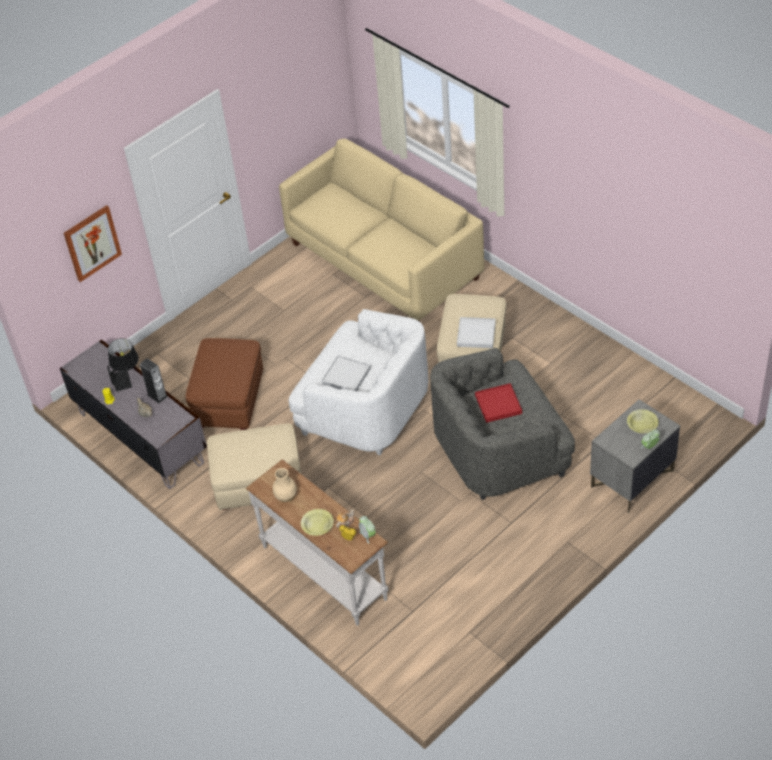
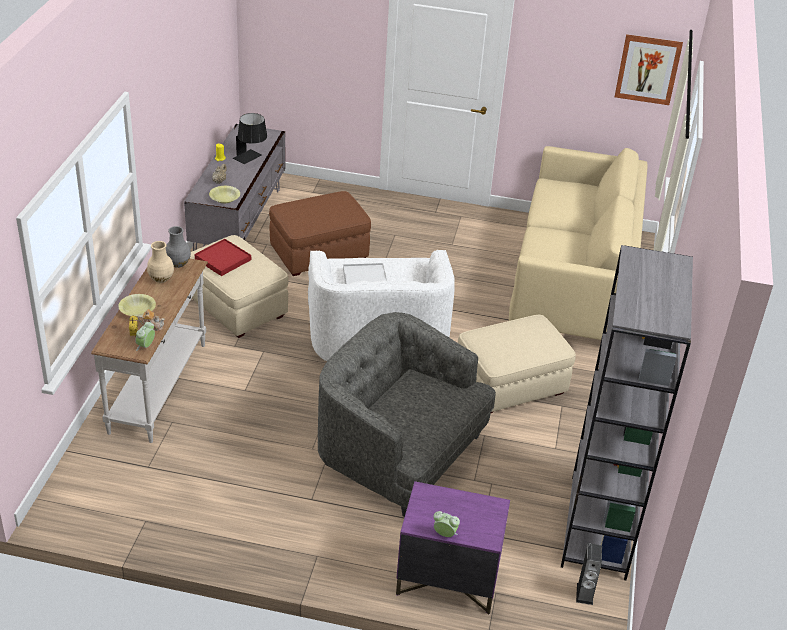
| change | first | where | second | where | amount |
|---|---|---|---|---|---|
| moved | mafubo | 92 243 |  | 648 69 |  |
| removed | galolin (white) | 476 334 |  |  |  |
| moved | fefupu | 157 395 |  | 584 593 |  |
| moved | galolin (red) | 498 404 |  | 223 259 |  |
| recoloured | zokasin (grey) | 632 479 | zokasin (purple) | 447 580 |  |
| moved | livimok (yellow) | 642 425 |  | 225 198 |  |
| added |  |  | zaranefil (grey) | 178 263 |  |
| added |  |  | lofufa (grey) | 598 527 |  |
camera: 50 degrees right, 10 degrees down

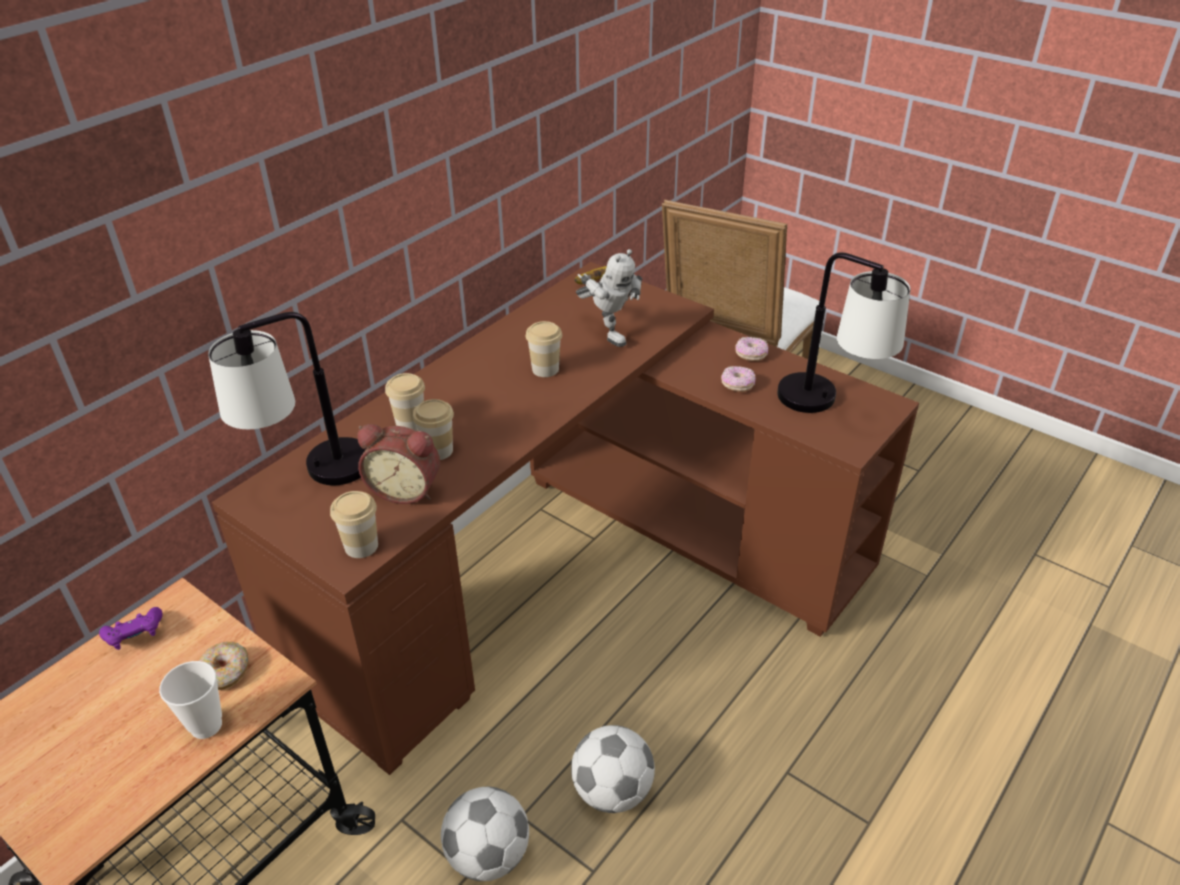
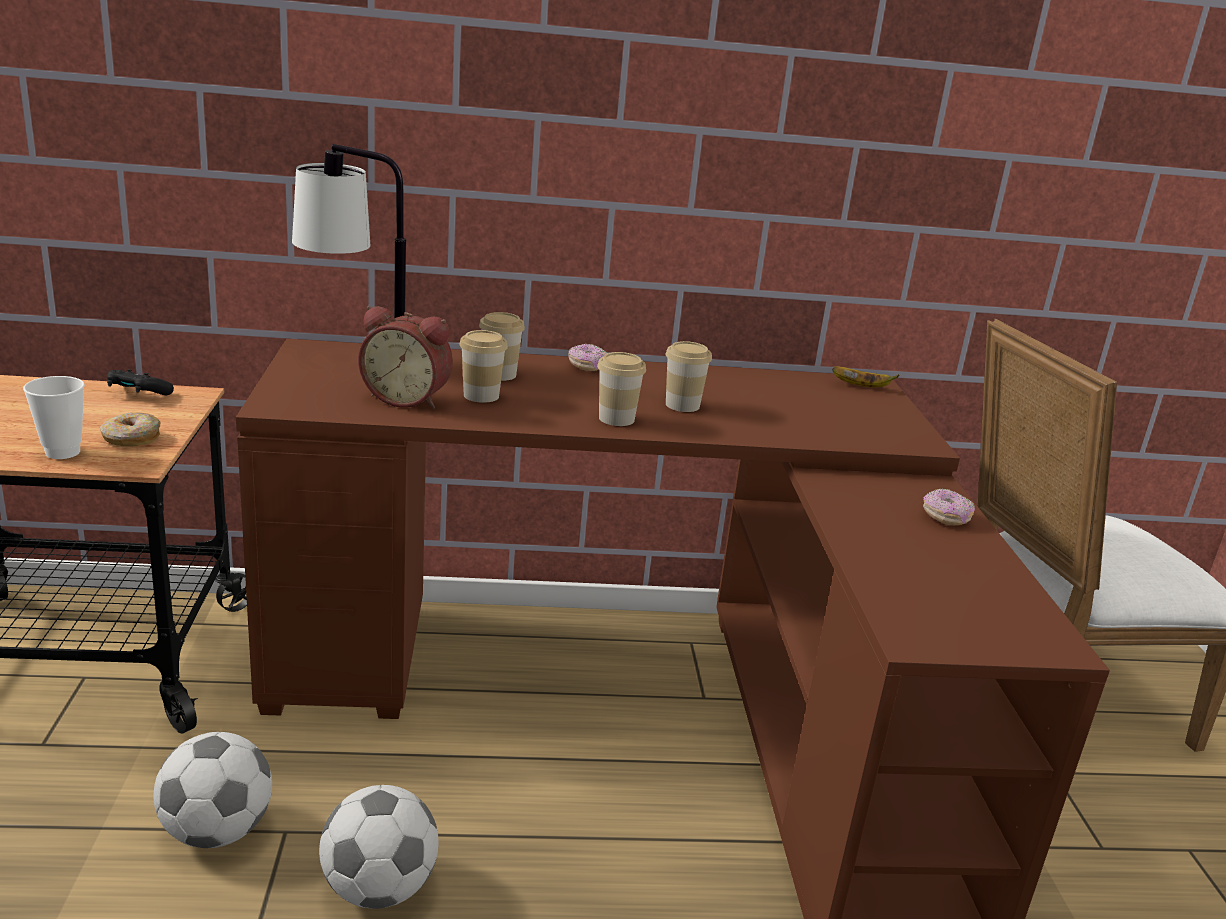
| change | first | where | second | where | amount |
|---|---|---|---|---|---|
| removed | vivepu | 608 333 |  |  |  |
| removed | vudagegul | 830 407 |  |  |  |
| moved | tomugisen | 737 385 |  | 588 367 |  |
| turned | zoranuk | 406 489 |  | 407 399 | 45 degrees counterclockwise |
| moved | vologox | 361 546 |  | 616 419 |  |
| recoloured | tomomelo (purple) | 136 636 | tomomelo (black) | 138 394 |  |
camera: 45 degrees right, 15 degrees down

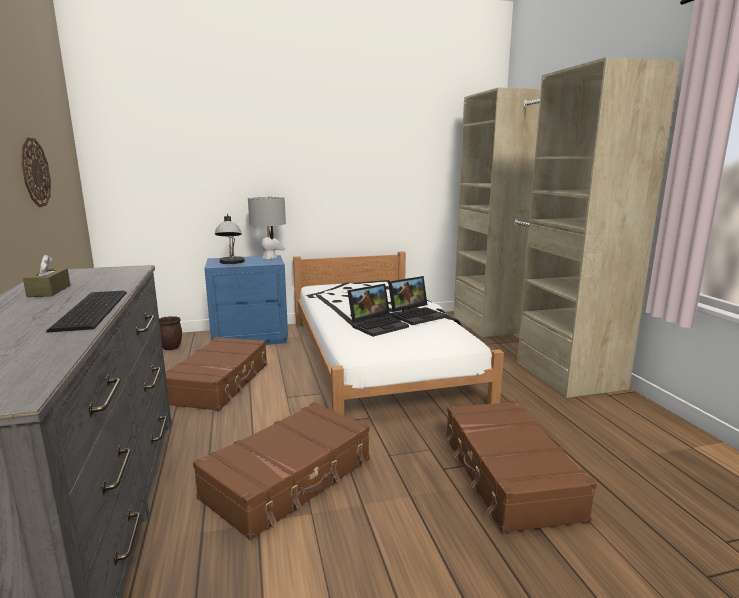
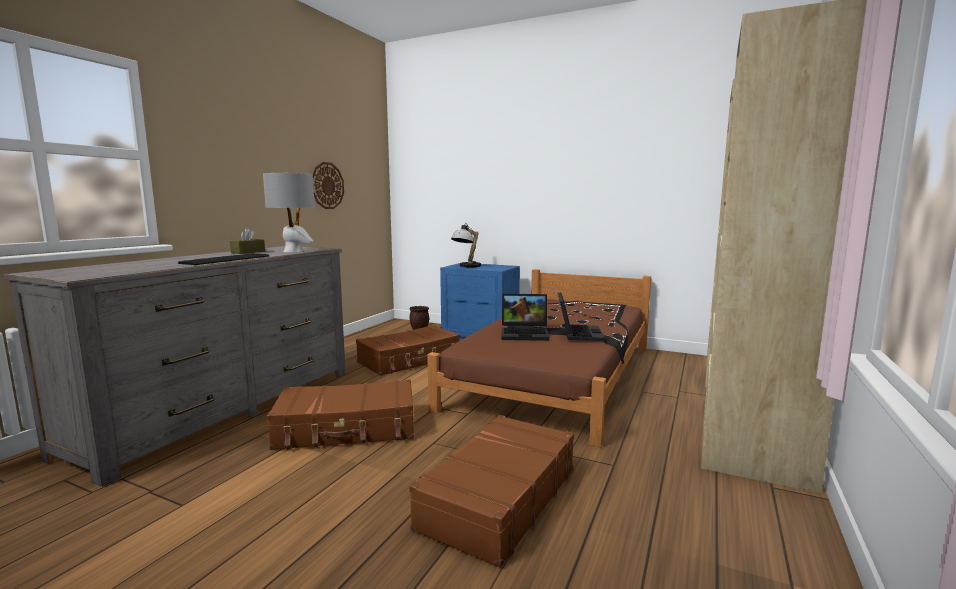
| change | first | where | second | where | amount |
|---|---|---|---|---|---|
| moved | vudagegul (grey) | 269 257 |  | 293 251 |  |
| recoloured | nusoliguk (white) | 377 357 | nusoliguk (brown) | 556 375 |  |
| turned | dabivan | 416 315 |  | 577 333 | 90 degrees counterclockwise |
camera: 40 degrees right, 5 degrees down

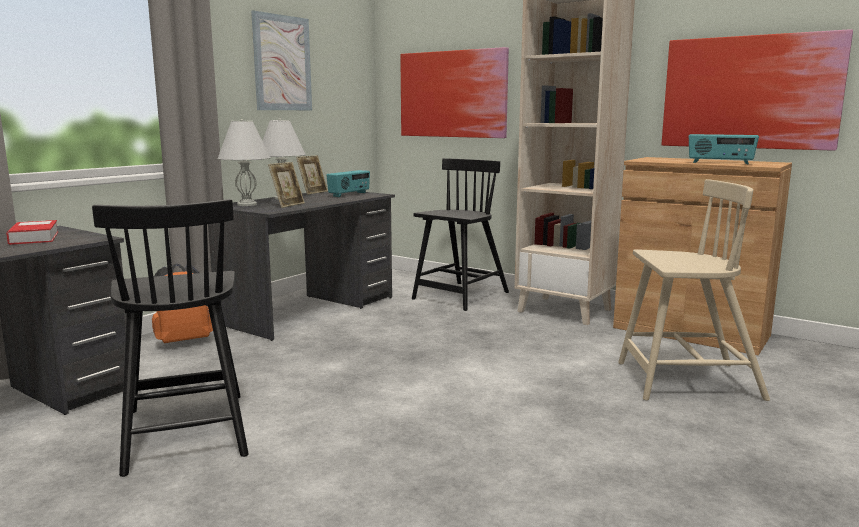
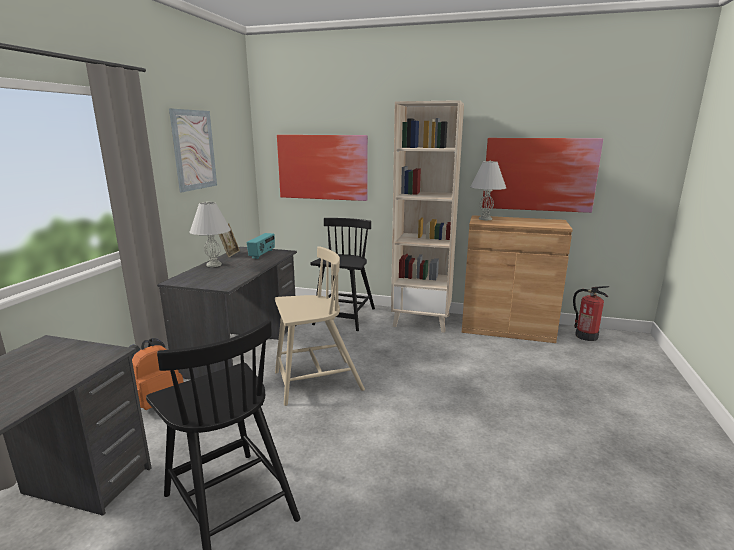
| change | first | where | second | where | amount |
|---|---|---|---|---|---|
| moved | vudagegul (white) | 246 204 |  | 485 219 |  |
| removed | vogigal | 720 163 |  |  |  |
| removed | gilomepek | 288 205 |  |  |  |
| moved | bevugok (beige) | 685 381 |  | 316 382 |  |
| removed | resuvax | 34 238 |  |  |  |
| added |  |  | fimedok | 586 336 |  |
camera: 20 degrees left, 5 degrees up

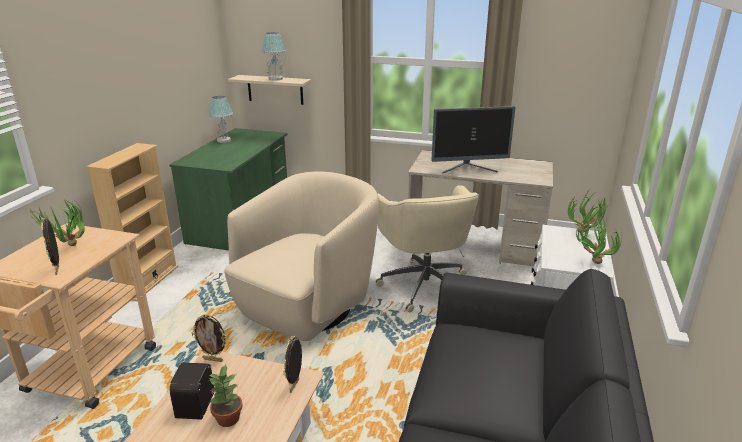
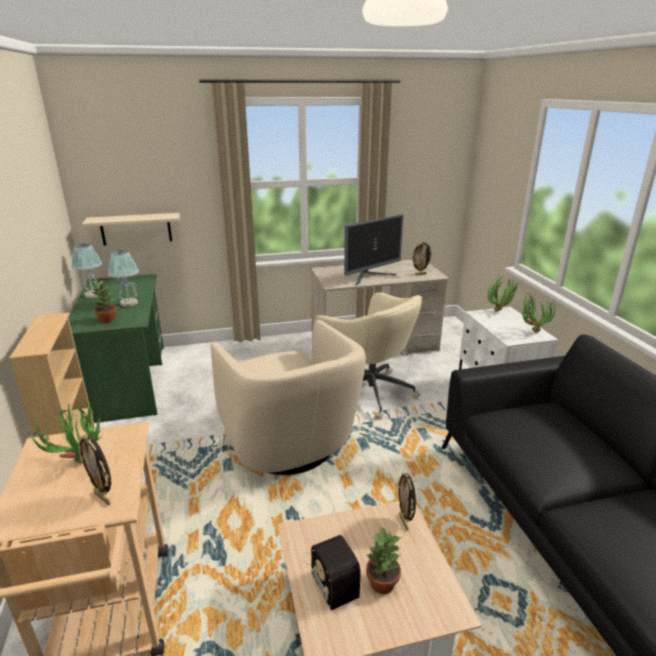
| change | first | where | second | where | amount |
|---|---|---|---|---|---|
| moved | vudagegul | 276 79 |  | 129 303 |  |
| turned | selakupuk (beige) | 308 306 |  | 288 445 | 150 degrees clockwise |
| moved | gilomepek | 213 359 |  | 420 274 |  |
| added |  |  | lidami | 107 319 |  |
camera: 30 degrees left, 0 degrees up

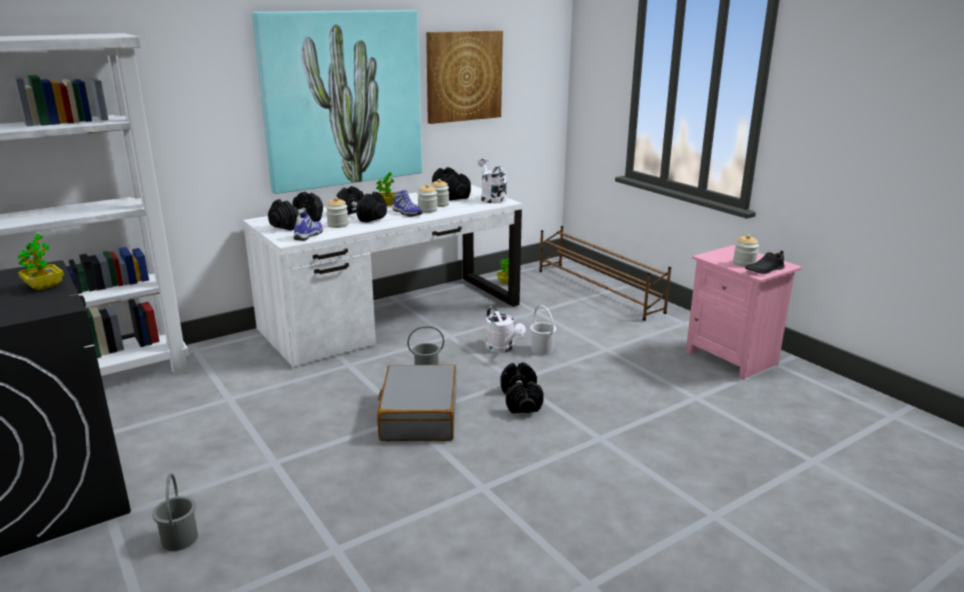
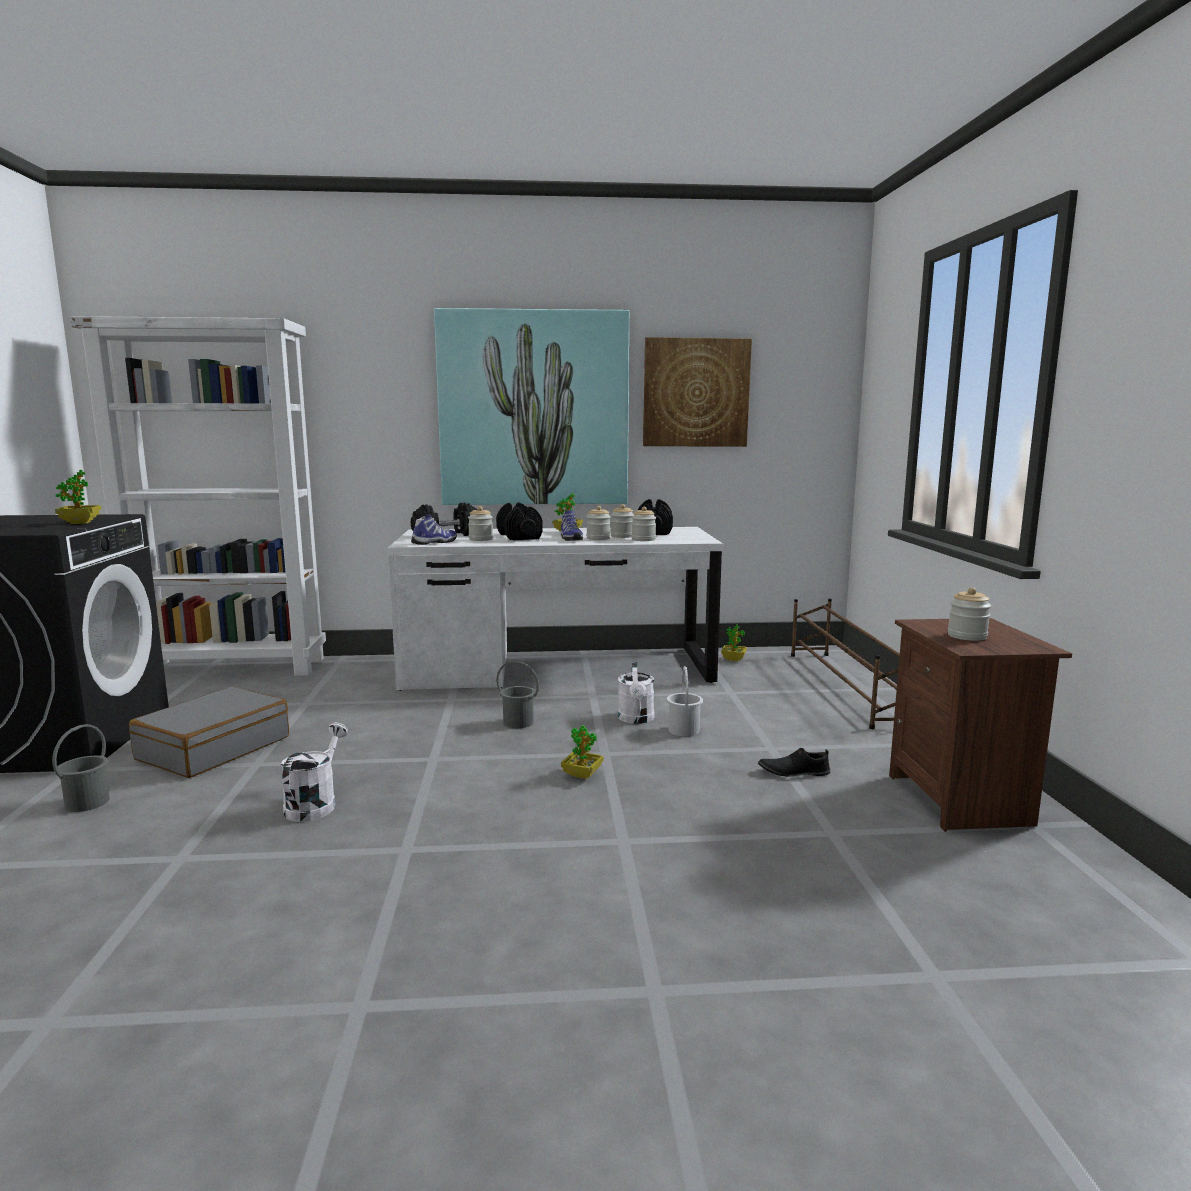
| change | first | where | second | where | amount |
|---|---|---|---|---|---|
| moved | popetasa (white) | 491 198 |  | 315 804 |  |
| recoloured | zokasin (pink) | 732 358 | zokasin (brown) | 961 800 |  |
| moved | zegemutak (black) | 764 270 |  | 793 772 |  |
| replaced | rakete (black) | 521 400 | lidami | 582 774 |  |
| moved | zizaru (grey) | 418 416 |  | 213 748 |  |
| added |  |  | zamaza | 643 539 |  |
camera: 30 degrees right, 10 degrees down

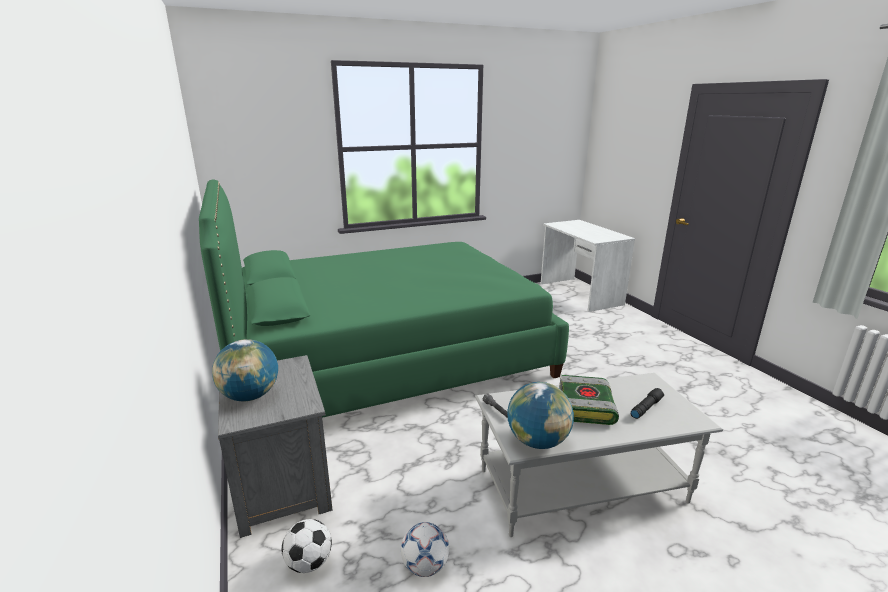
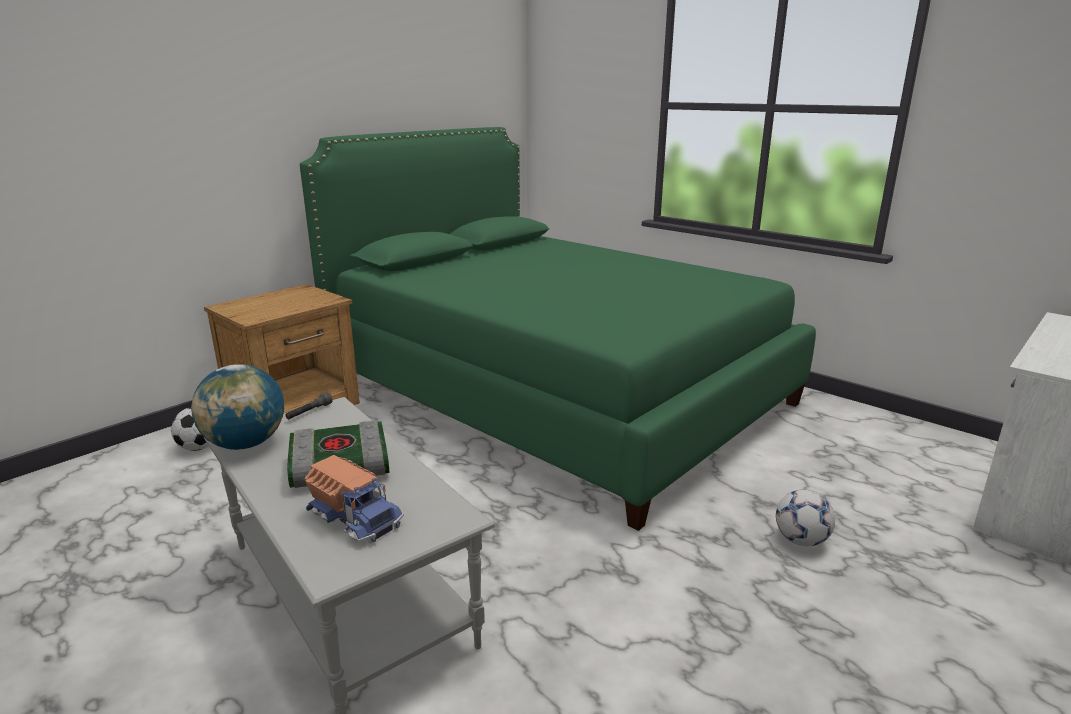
| change | first | where | second | where | amount |
|---|---|---|---|---|---|
| removed | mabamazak | 250 396 |  |  |  |
| recoloured | zokasin (grey) | 283 484 | zokasin (brown) | 296 407 |  |
| replaced | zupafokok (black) | 646 407 | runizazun | 356 517 |  |
| moved | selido | 425 566 |  | 801 540 |  |
camera: 65 degrees right, 0 degrees up

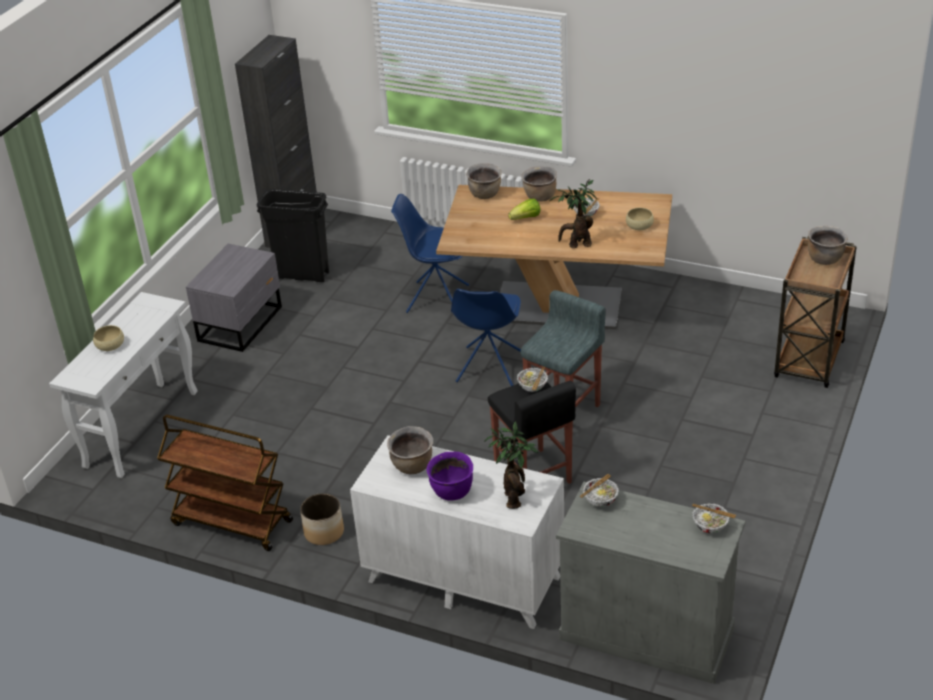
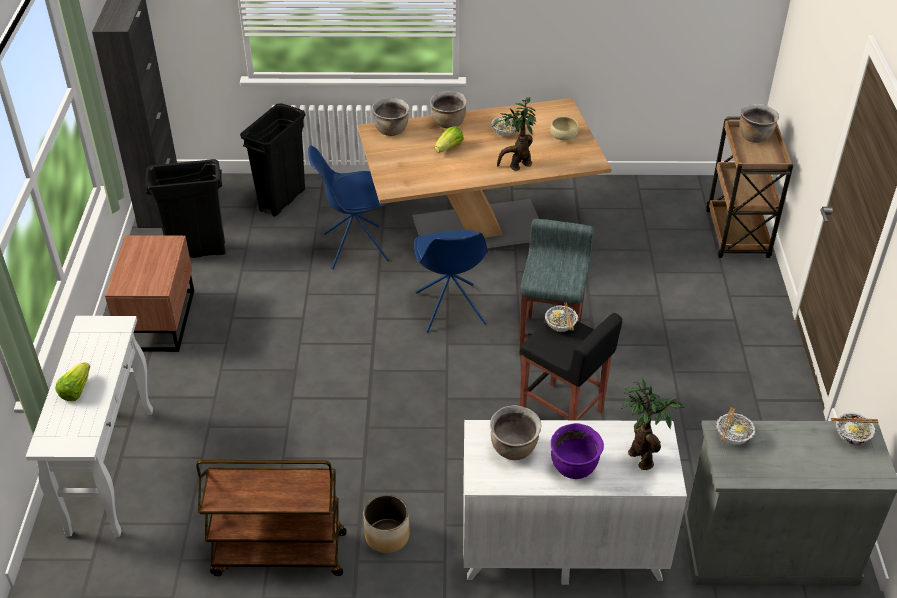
| change | first | where | second | where | amount |
|---|---|---|---|---|---|
| recoloured | zokasin (grey) | 242 323 | zokasin (brown) | 160 319 |  |
| replaced | livimok (beige) | 110 345 | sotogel | 76 390 |  |
| added |  |  | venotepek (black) | 282 200 |  |
camera: 25 degrees left, 5 degrees up

